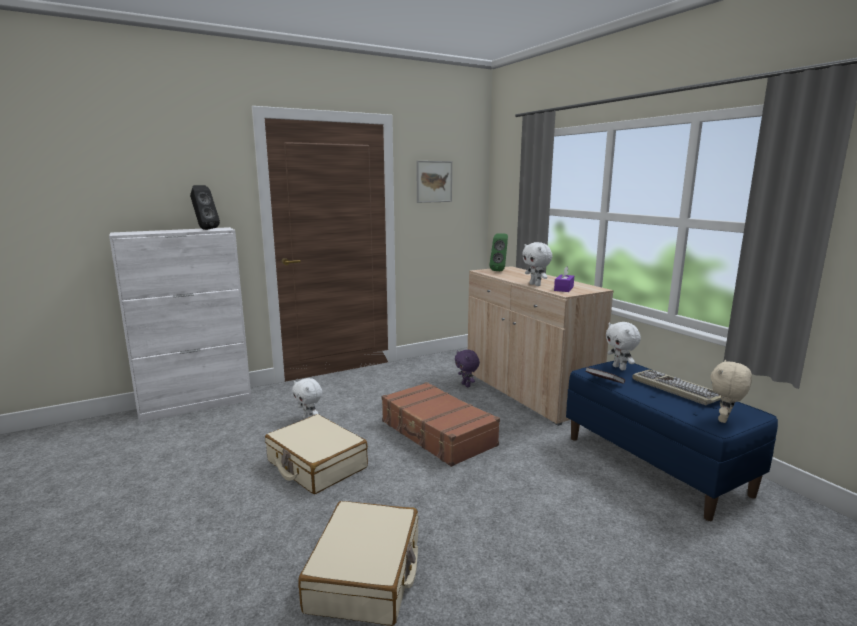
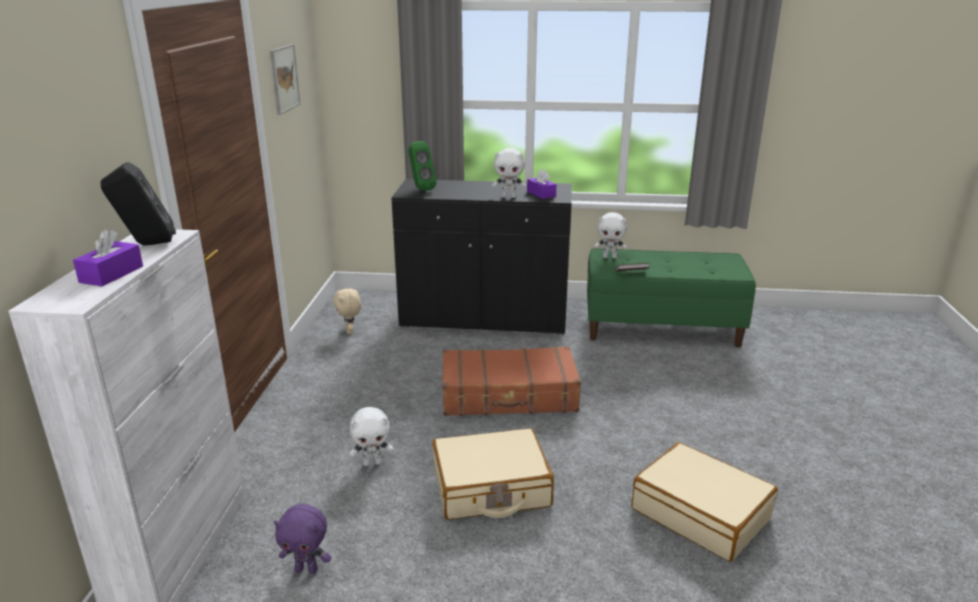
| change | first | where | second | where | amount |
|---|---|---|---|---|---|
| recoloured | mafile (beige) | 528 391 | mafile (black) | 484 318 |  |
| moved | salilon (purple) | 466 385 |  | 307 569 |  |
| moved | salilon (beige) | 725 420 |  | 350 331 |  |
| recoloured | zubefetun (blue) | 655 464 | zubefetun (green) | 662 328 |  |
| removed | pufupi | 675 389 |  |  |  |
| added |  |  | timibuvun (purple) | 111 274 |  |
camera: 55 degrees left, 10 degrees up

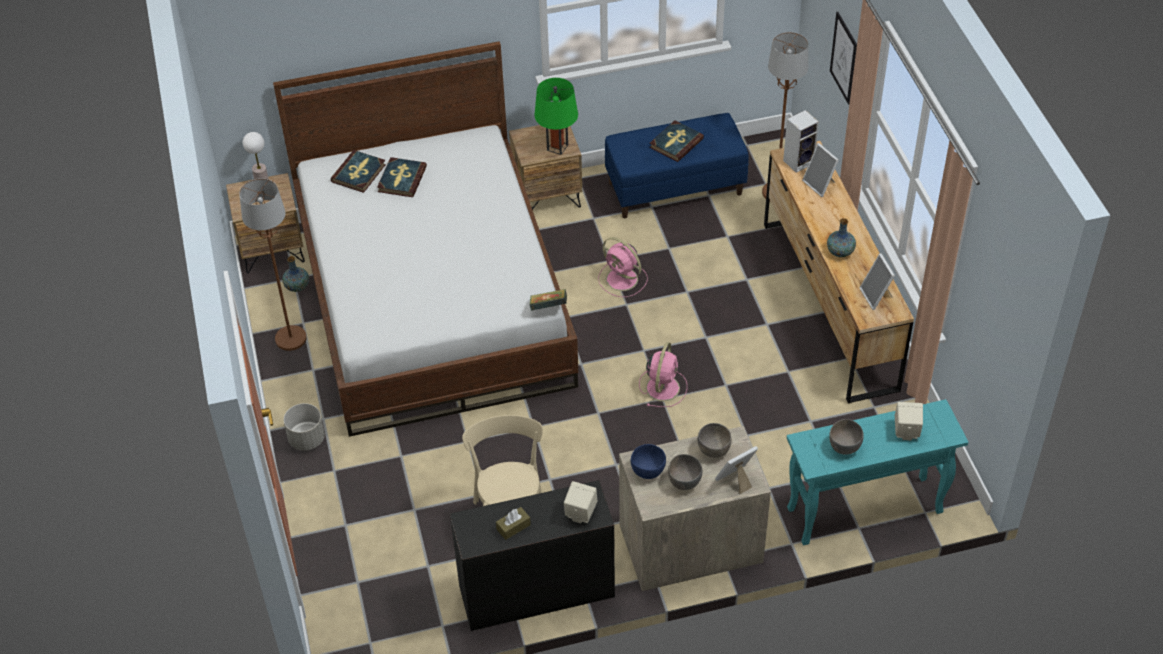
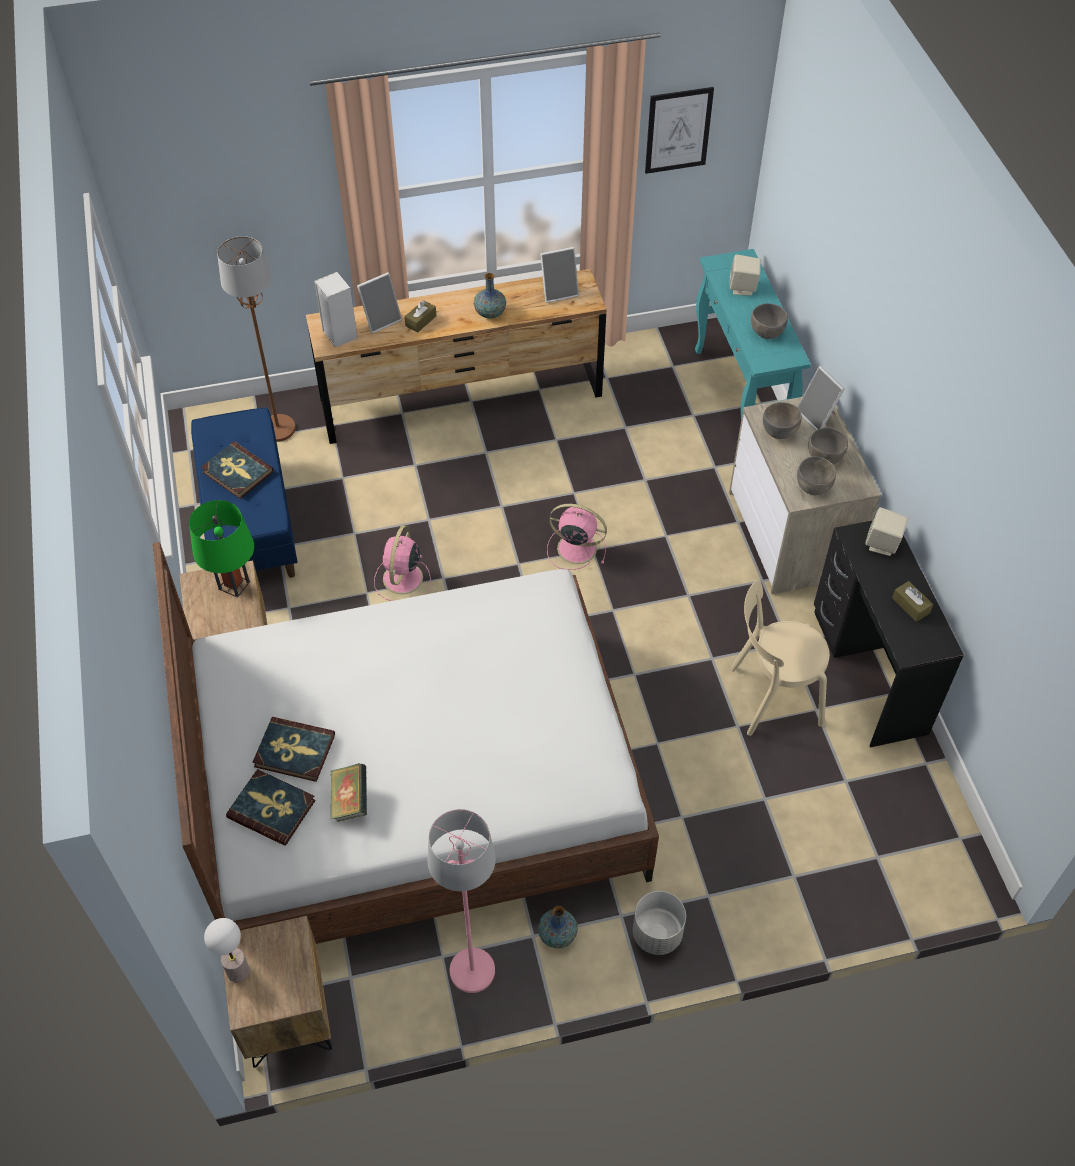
| change | first | where | second | where | amount |
|---|---|---|---|---|---|
| moved | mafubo | 844 58 |  | 678 130 |  |
| recoloured | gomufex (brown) | 291 339 | gomufex (pink) | 472 970 |  |
| turned | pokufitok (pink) | 623 280 |  | 402 580 | 150 degrees clockwise |
| moved | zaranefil | 297 286 |  | 557 935 |  |
| moved | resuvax | 548 308 |  | 350 801 |  |
| recoloured | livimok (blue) | 647 471 | livimok (grey) | 813 488 |  |
| added |  |  | timibuvun (brown) | 421 321 |  |
camera: 90 degrees left, 5 degrees up

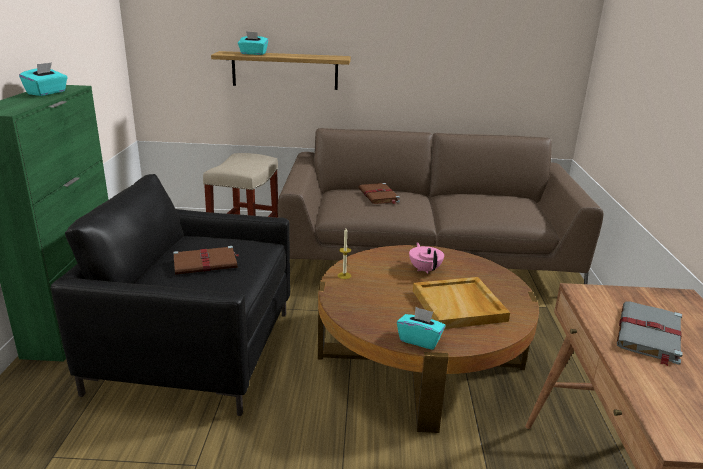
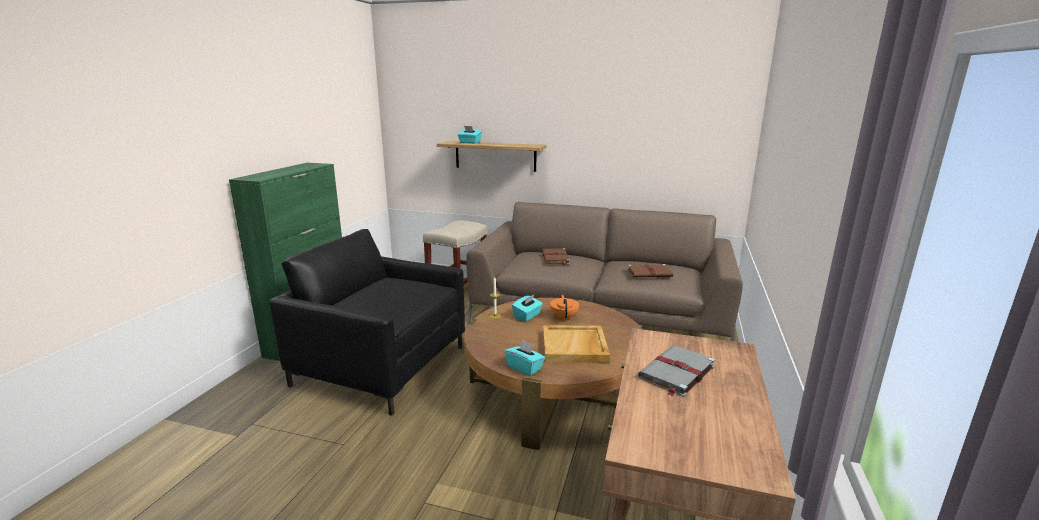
| change | first | where | second | where | amount |
|---|---|---|---|---|---|
| moved | timibuvun (turquoise) | 47 93 |  | 527 316 |  |
| recoloured | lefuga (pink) | 425 269 | lefuga (orange) | 564 317 |  |
| moved | resuvax (brown) | 206 263 |  | 650 273 |  |
camera: 15 degrees right, 5 degrees down

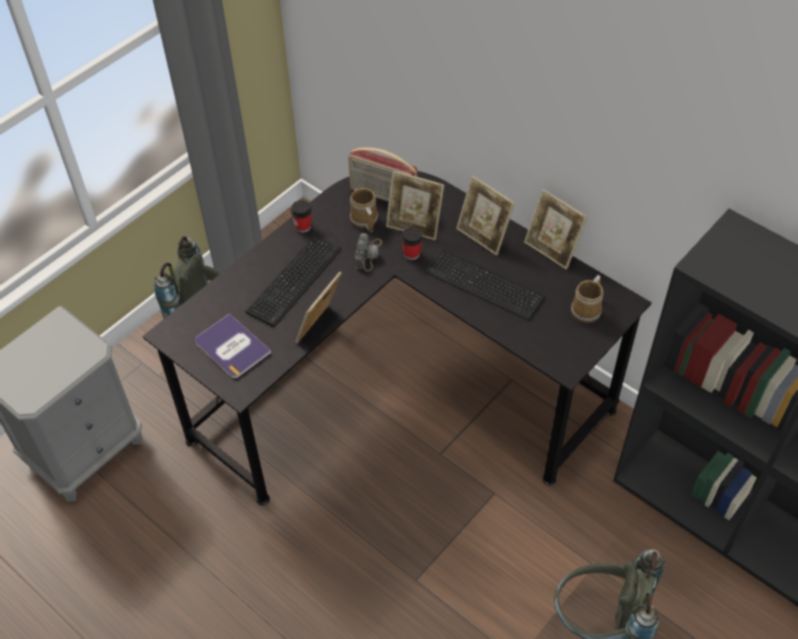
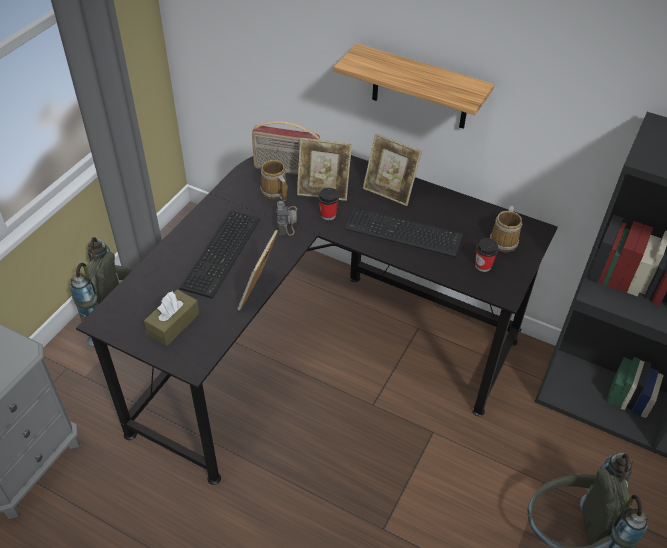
| change | first | where | second | where | amount |
|---|---|---|---|---|---|
| removed | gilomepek | 551 250 |  |  |  |
| moved | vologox | 303 226 |  | 483 266 |  |
| replaced | resuvax | 232 347 | timibuvun (brown) | 173 324 |  |
| added |  |  | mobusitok | 420 88 |  |
camera: 15 degrees left, 5 degrees down

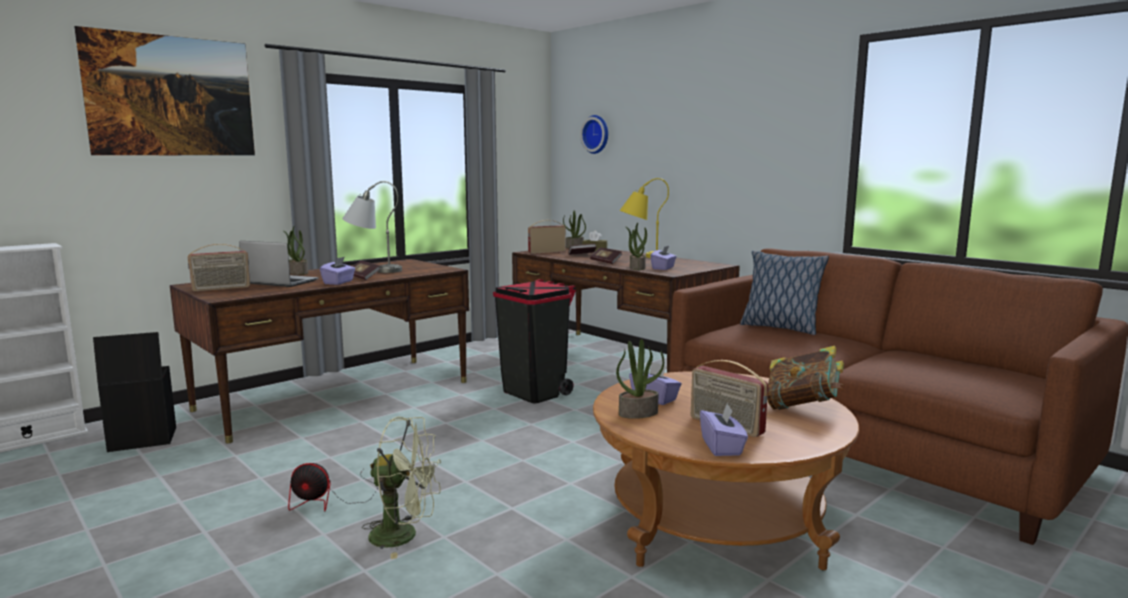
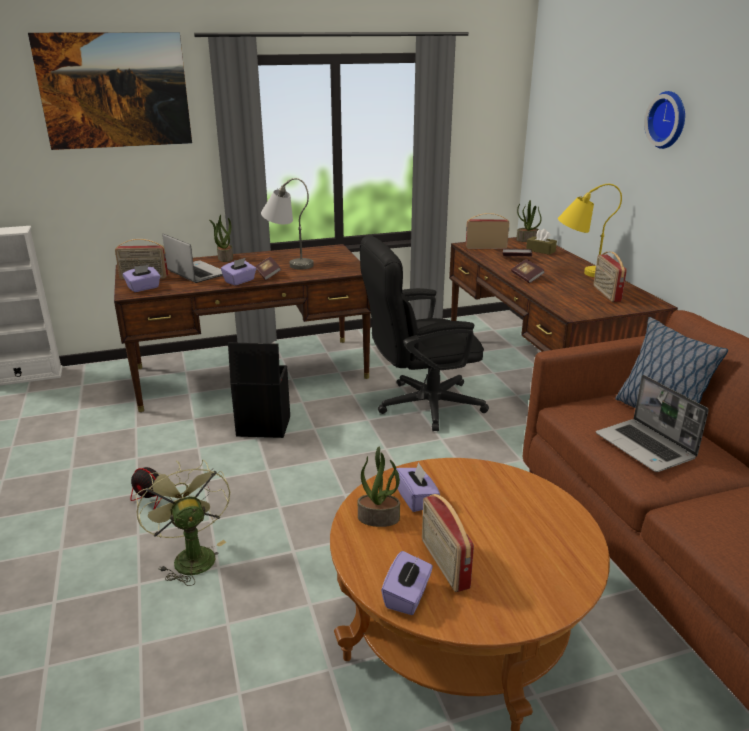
| change | first | where | second | where | amount |
|---|---|---|---|---|---|
| moved | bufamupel | 596 134 |  | 669 120 |  |
| removed | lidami | 637 268 |  |  |  |
| moved | timibuvun (purple) | 663 268 |  | 143 288 |  |
| replaced | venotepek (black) | 534 392 | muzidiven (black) | 420 406 |  |
| moved | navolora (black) | 141 440 |  | 262 427 |  |
| removed | resuvax | 802 407 |  |  |  |
| turned | pokufitok (green) | 404 536 |  | 190 556 | 150 degrees counterclockwise |
| added |  |  | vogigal | 606 293 |  |
| added |  |  | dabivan | 646 447 |  |
camera: 25 degrees right, 15 degrees up

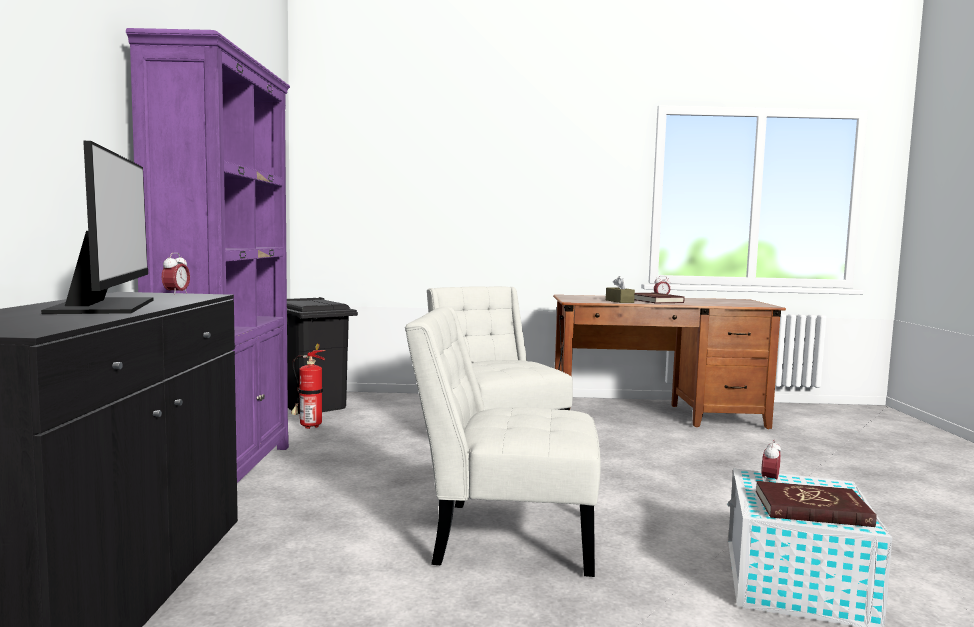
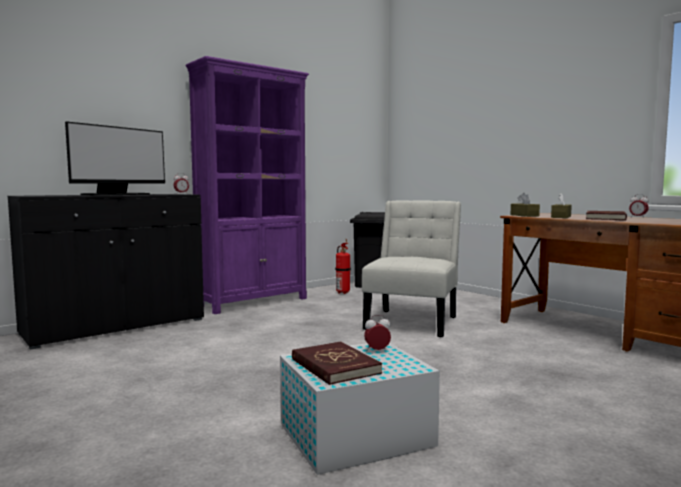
| change | first | where | second | where | amount |
|---|---|---|---|---|---|
| removed | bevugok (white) | 504 536 |  |  |  |
| added |  |  | timibuvun (brown) | 524 215 |  |
camera: 50 degrees right, 0 degrees up

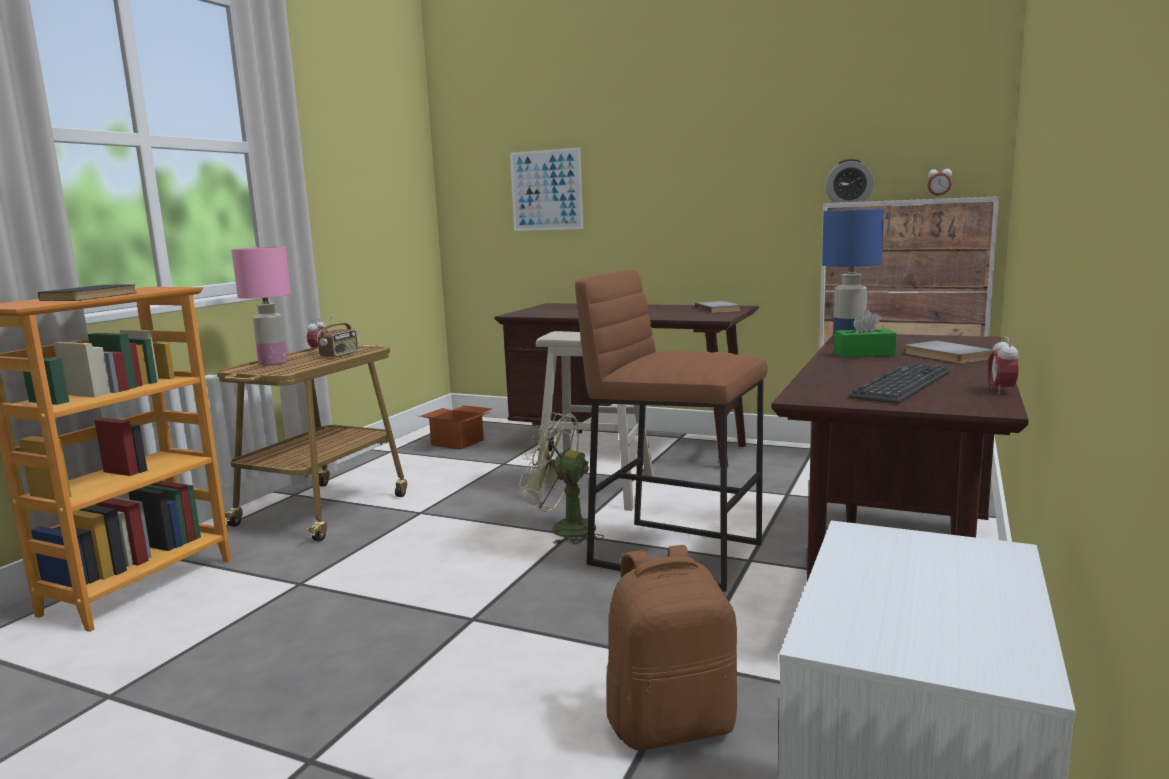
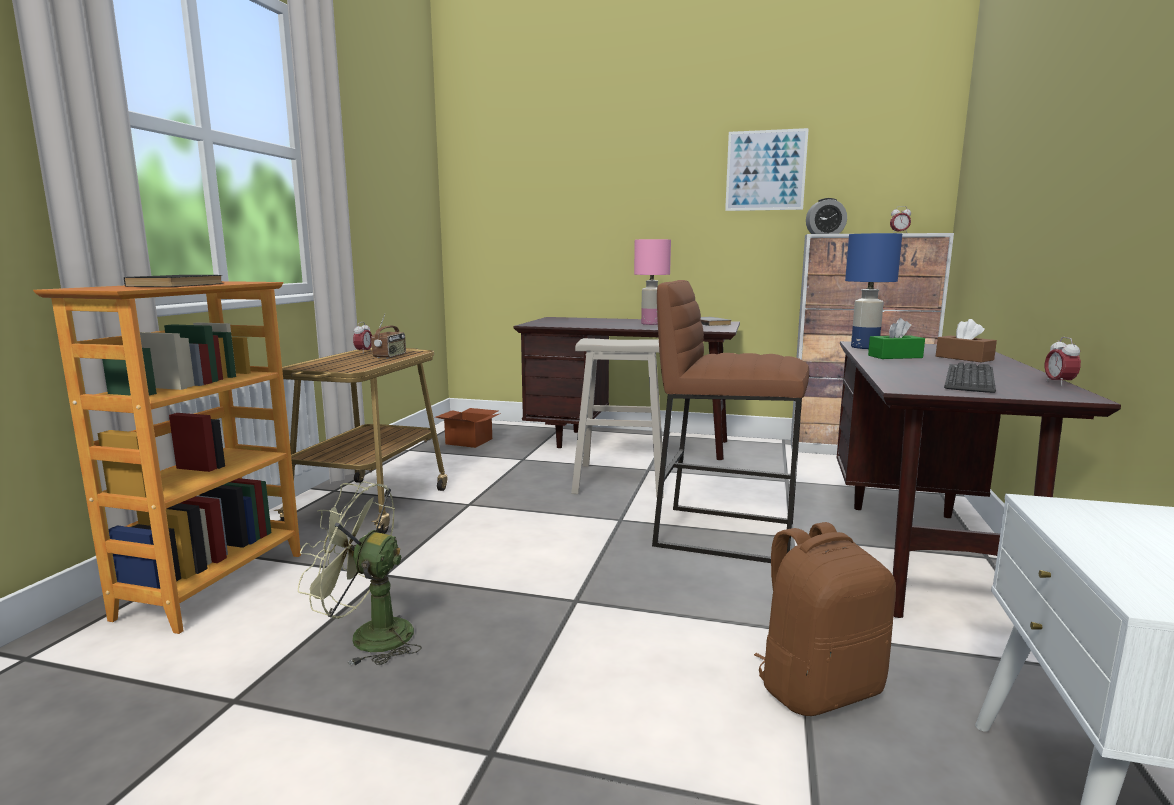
| change | first | where | second | where | amount |
|---|---|---|---|---|---|
| moved | mafubo | 546 190 |  | 765 170 |  |
| moved | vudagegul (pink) | 274 363 |  | 651 324 |  |
| replaced | resuvax (grey) | 945 356 | timibuvun (brown) | 964 358 |  |
| moved | pokufitok (green) | 562 529 |  | 368 636 |  |
camera: 10 degrees left, 0 degrees up

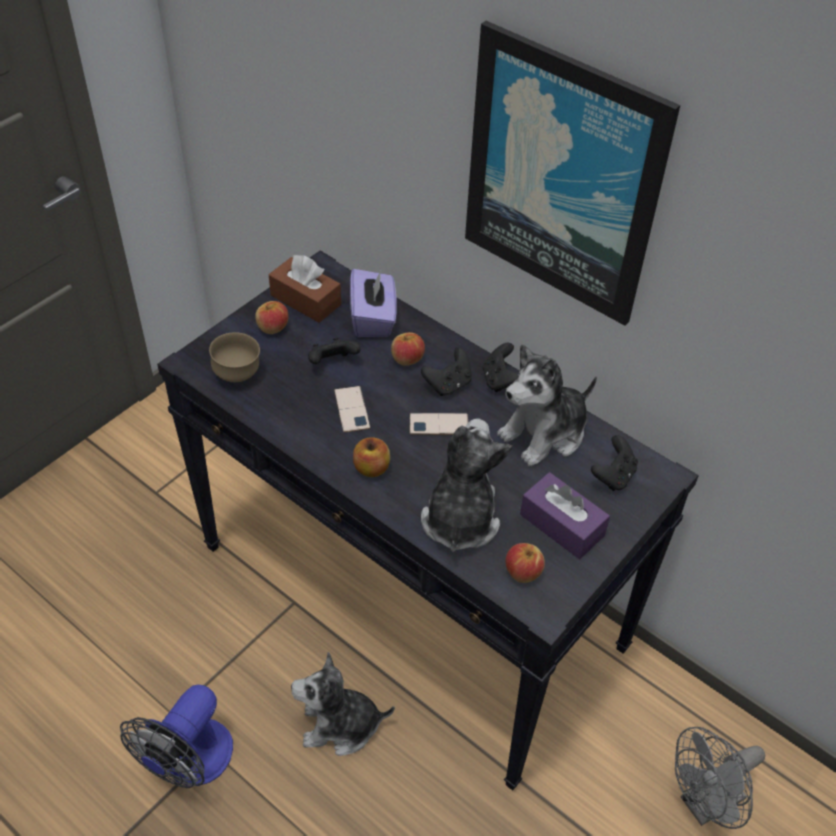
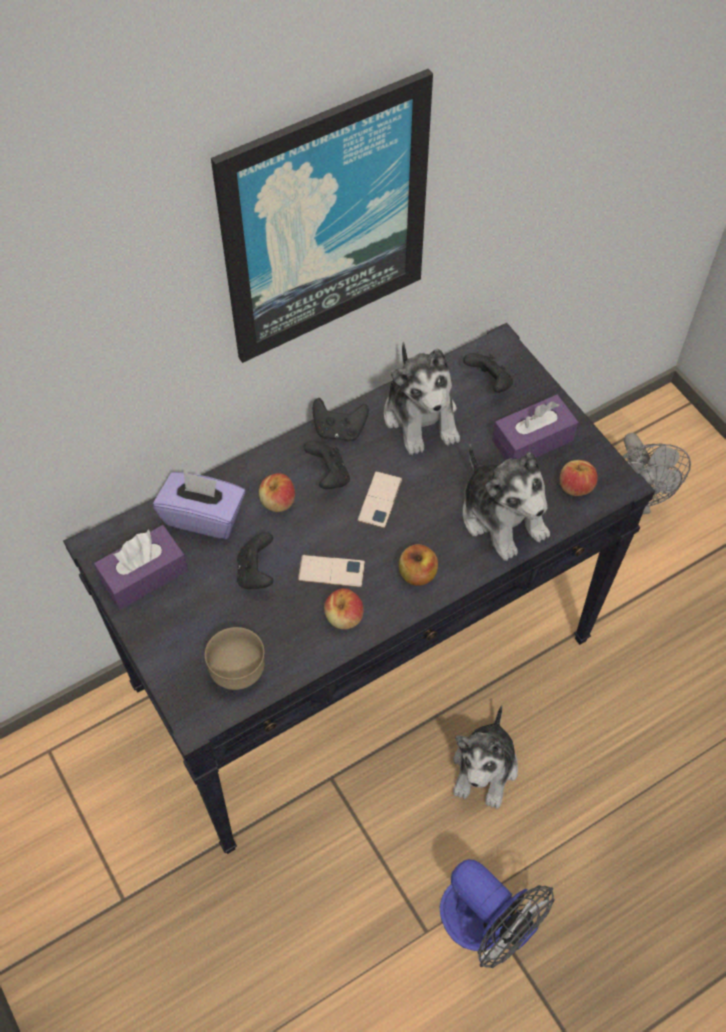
| change | first | where | second | where | amount |
|---|---|---|---|---|---|
| recoloured | timibuvun (brown) | 305 300 | timibuvun (purple) | 144 575 |  |
| moved | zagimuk | 272 327 |  | 344 617 |  |
| turned | salilon | 460 518 |  | 502 517 | 150 degrees counterclockwise |
camera: 70 degrees left, 10 degrees up

